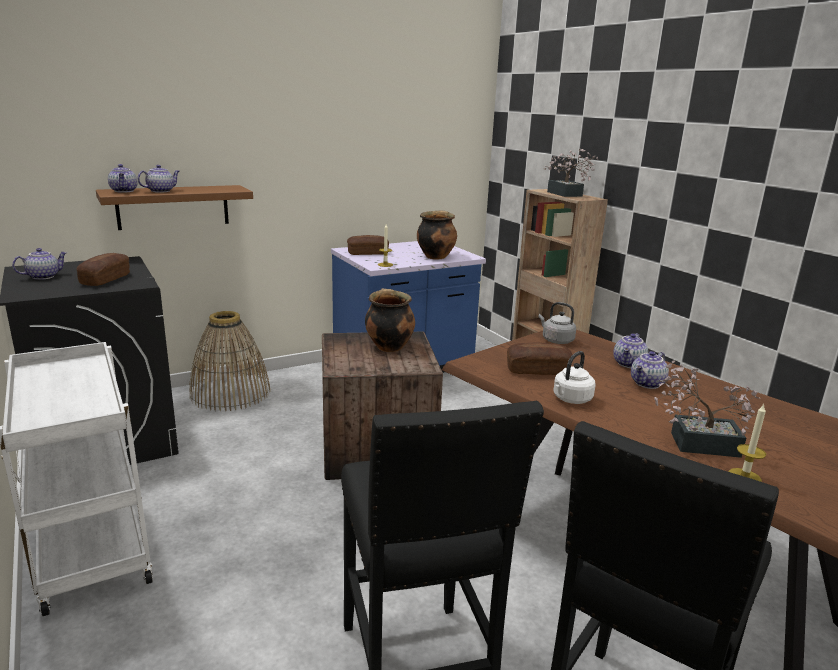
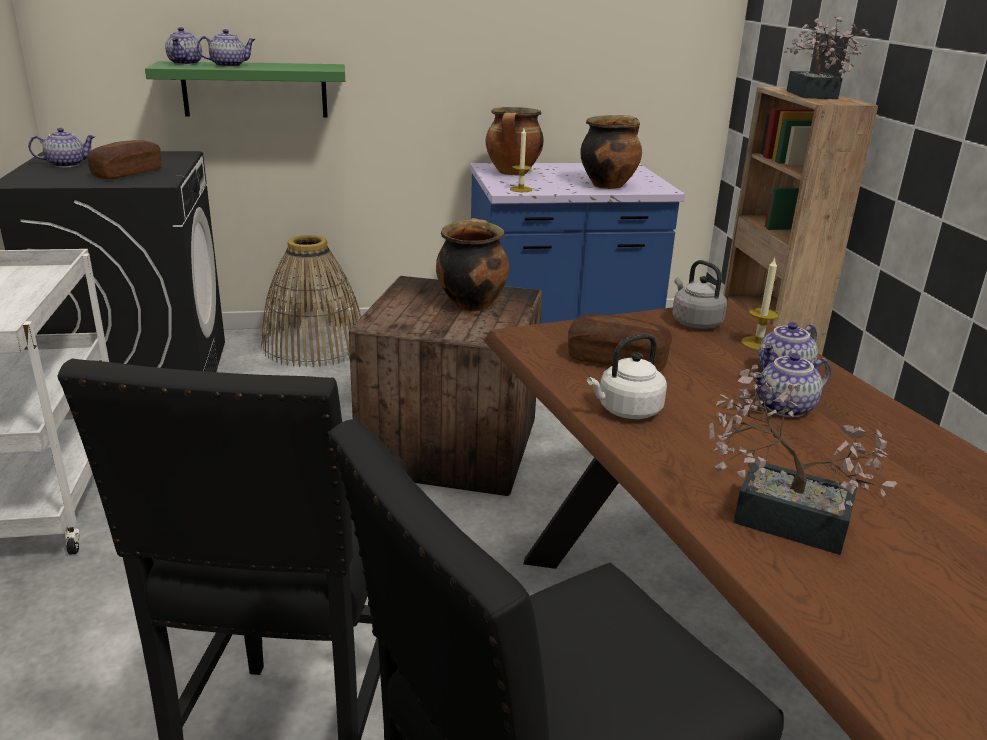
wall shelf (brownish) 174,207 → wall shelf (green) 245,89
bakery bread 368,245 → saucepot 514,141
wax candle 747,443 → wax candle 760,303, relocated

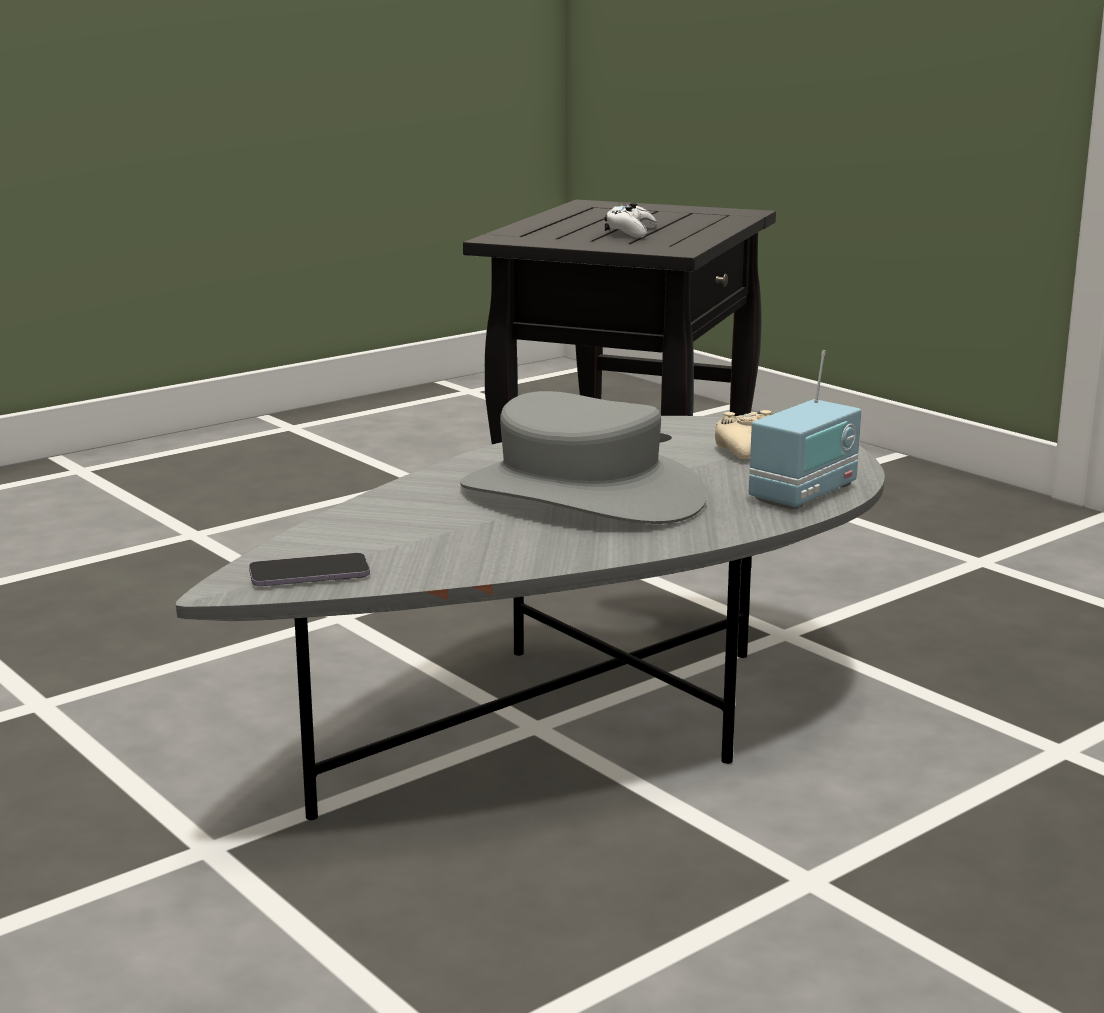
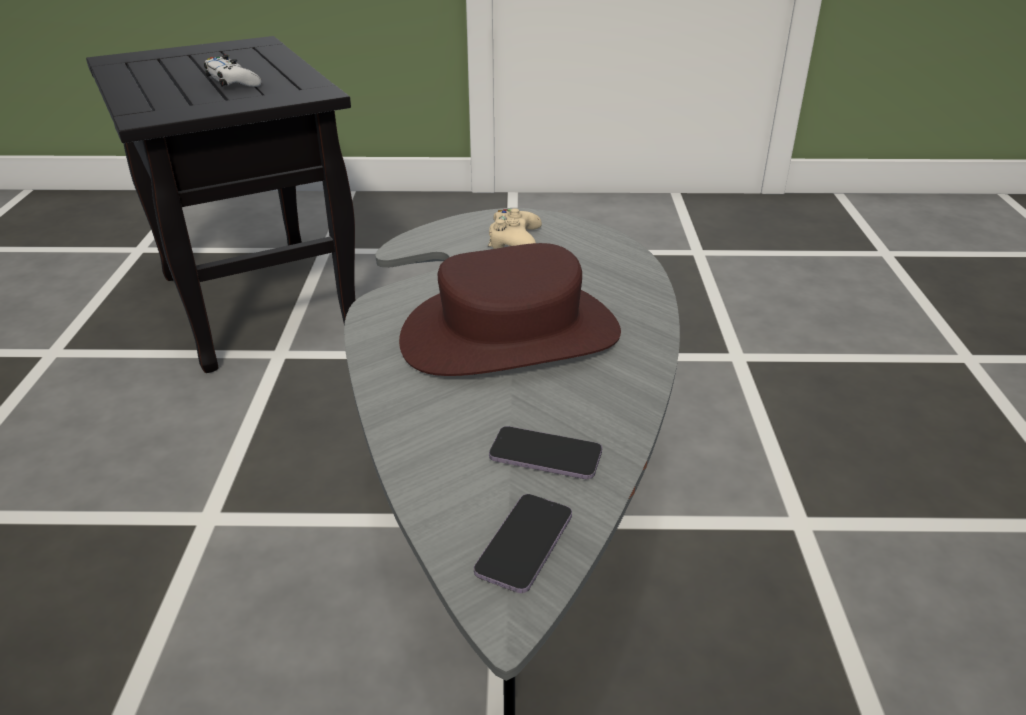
wearable hat (greyish) 583,457 → wearable hat (brownish) 510,309
radio receiver 805,429 → -
- → handset 545,452

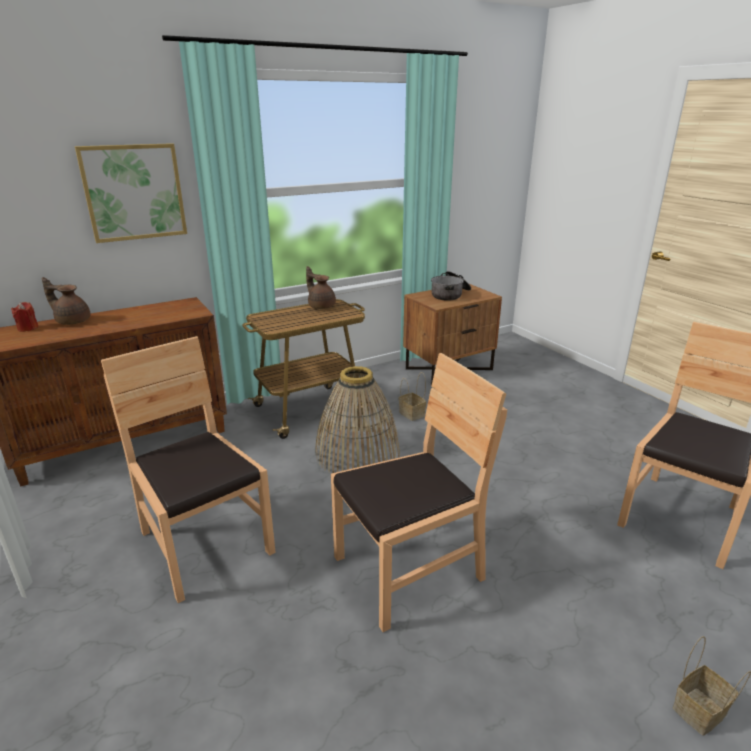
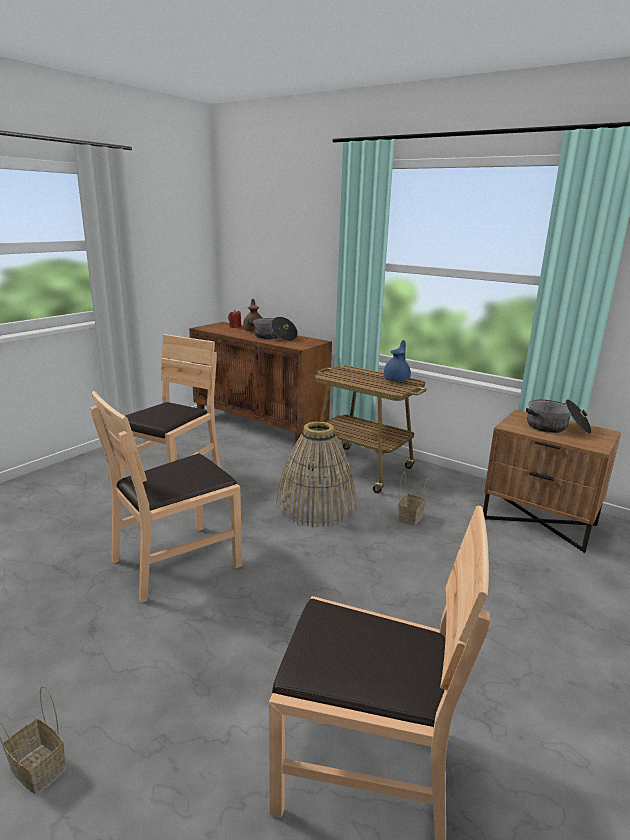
picture 131,193 → -
tea pot (brownish) 321,287 → tea pot (bluish) 397,360
upright chair (brownish) 419,492 → upright chair (brownish) 166,497, 105 degrees clockwise
- → saucepot 272,329

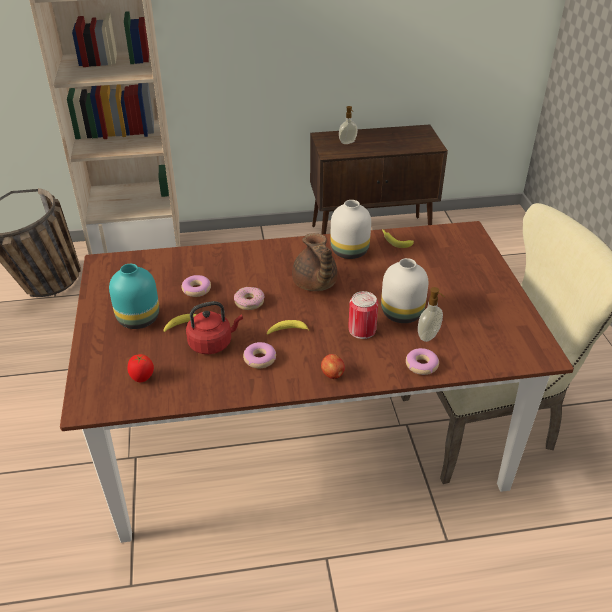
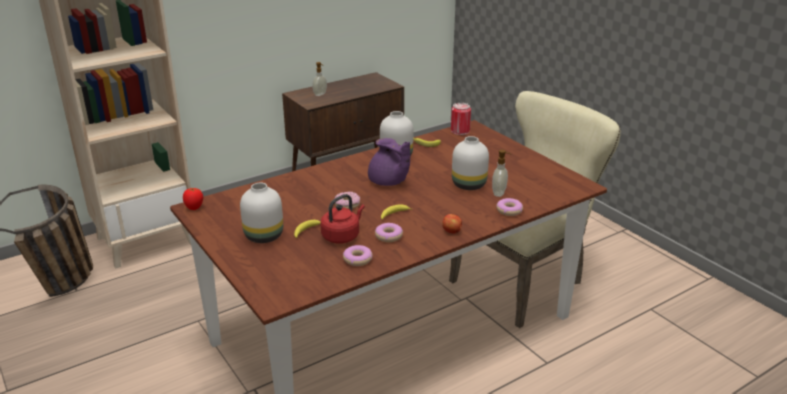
decorative vase (blue-green) 134,296 → decorative vase (whitish) 261,212
tomato 140,368 → tomato 193,198, relocated
ring doughnut 196,286 → ring doughnut 357,255, relocated
tea pot (brownish) 314,262 → tea pot (purple-coloured) 389,162
can 363,315 → can 461,119, relocated

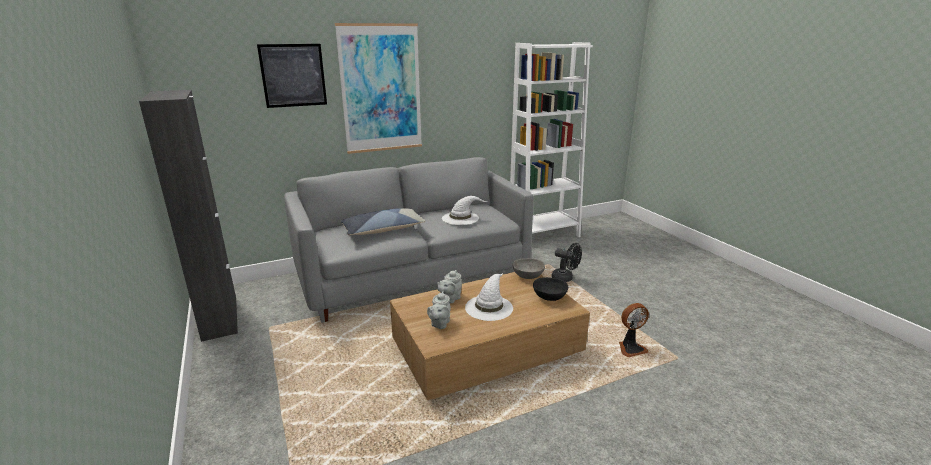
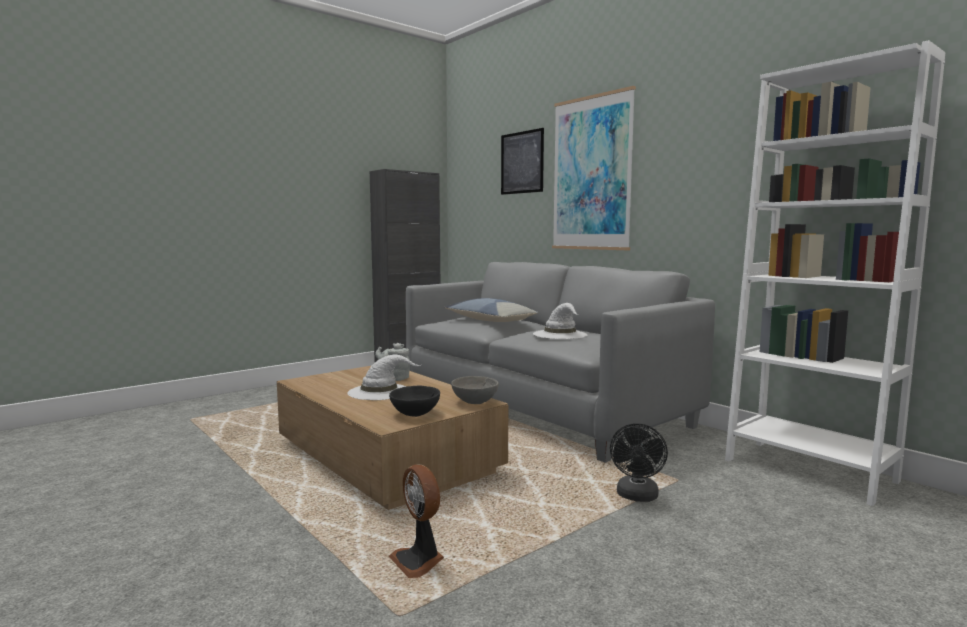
tea pot (greyish) 439,310 → -

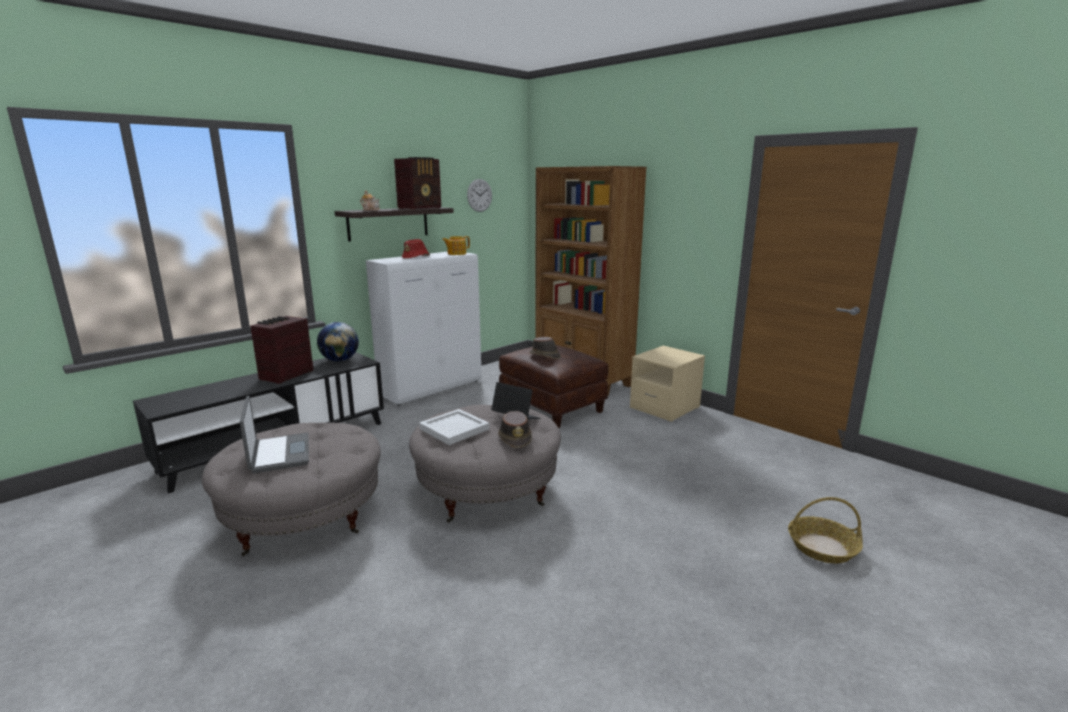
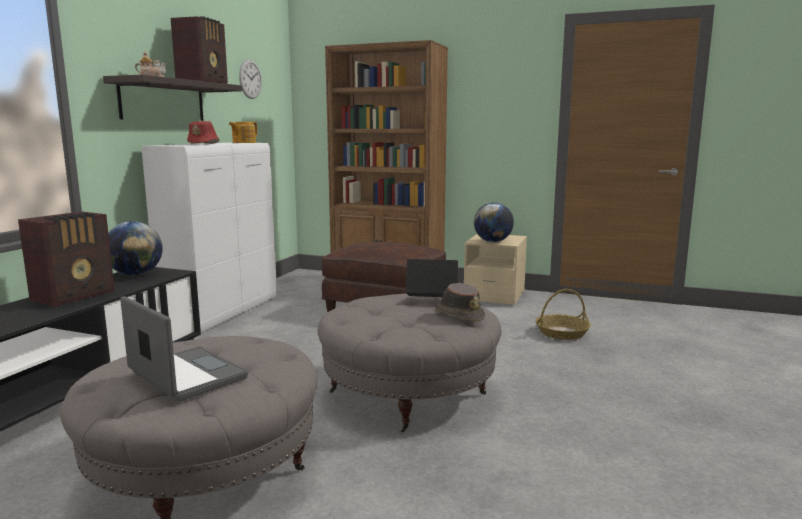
radio receiver 282,350 → radio receiver 66,259, 150 degrees counterclockwise
carrying tray (whitish) 454,427 → -
wearable hat (brownish) 545,348 → -
basket 825,530 → basket 563,314, relocated
- → globe 494,222

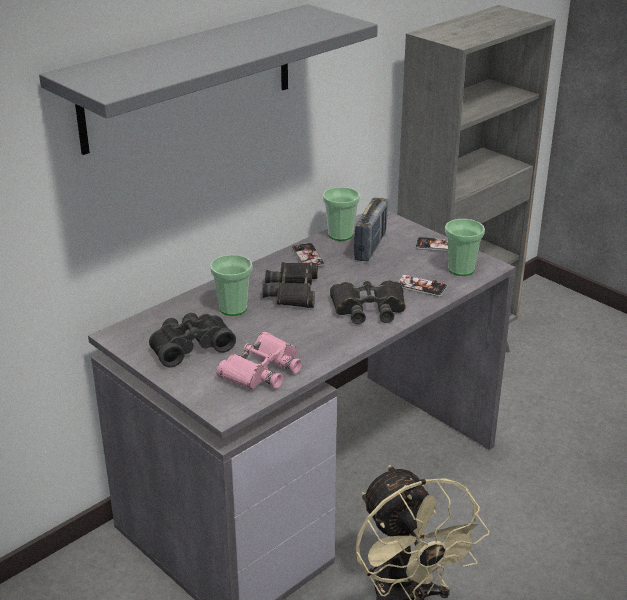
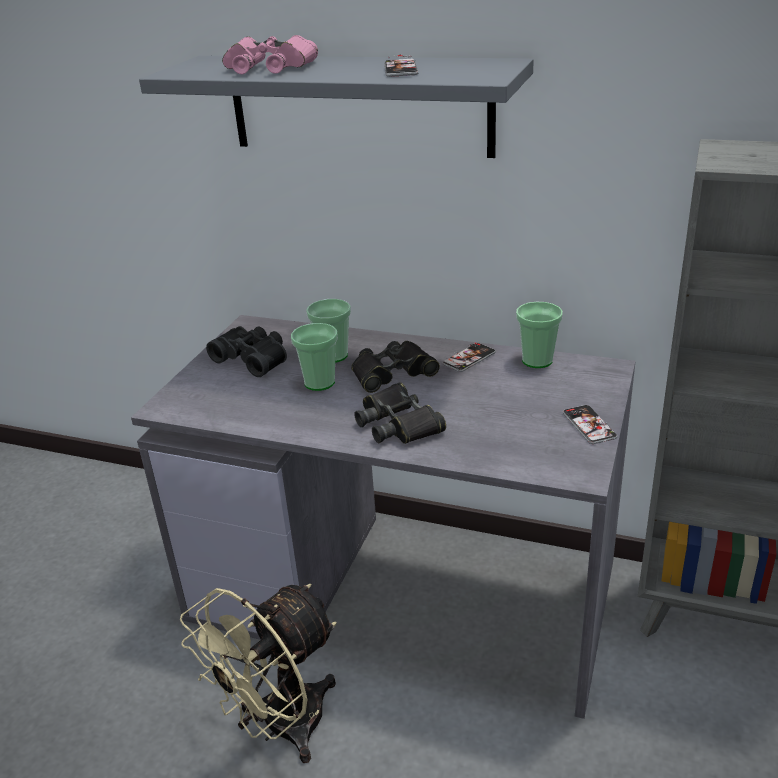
pair of binoculars (pink) 259,360 → pair of binoculars (pink) 270,54, relocated
radio receiver 371,229 → -
handset 422,286 → handset 401,66, relocated
cup 465,247 → cup 314,357, relocated

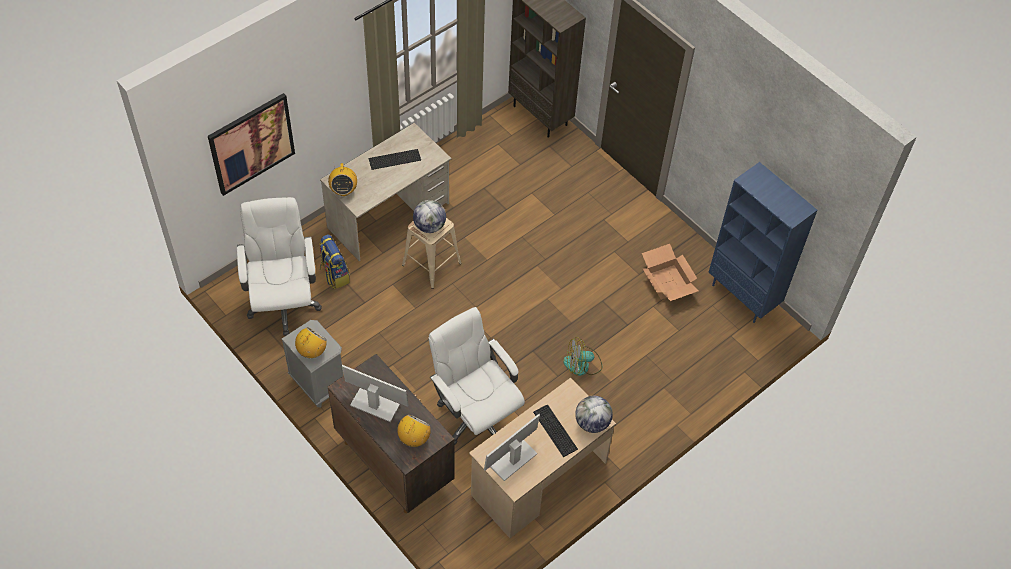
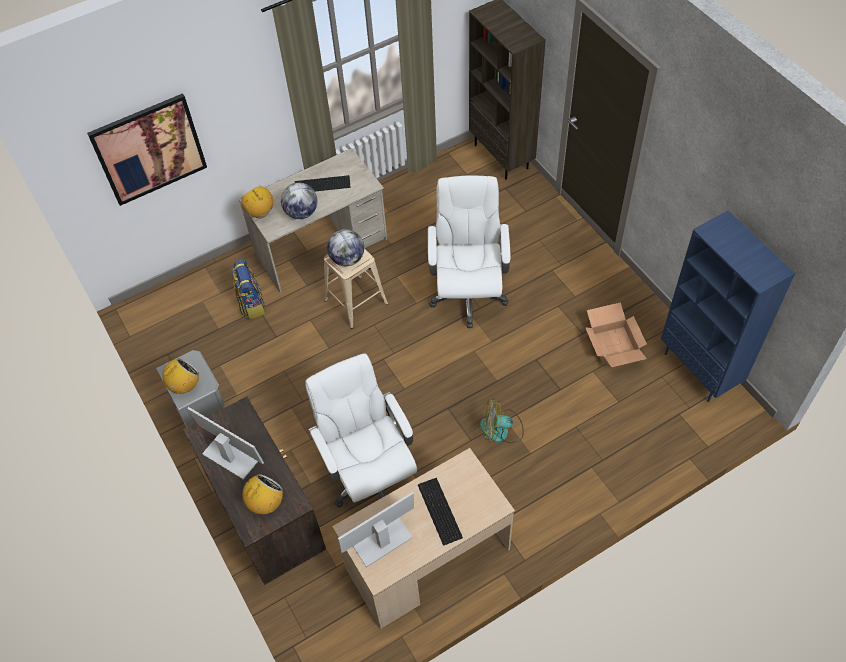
office chair (whitish) 279,266 → office chair (whitish) 469,251, relocated
radio receiver 342,179 → radio receiver 257,202, 135 degrees clockwise
globe 594,414 → globe 299,201, relocated

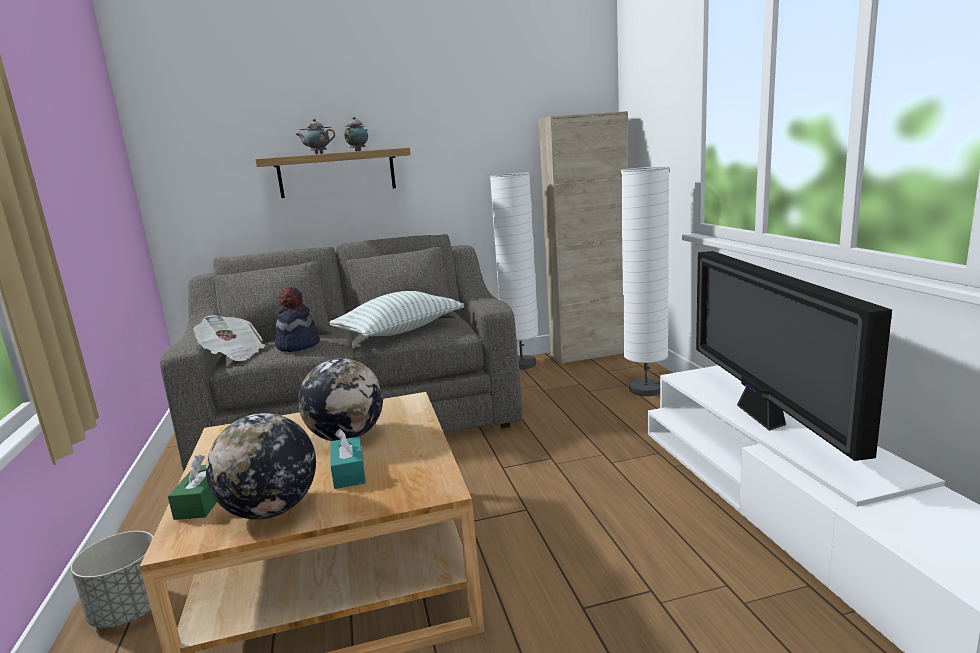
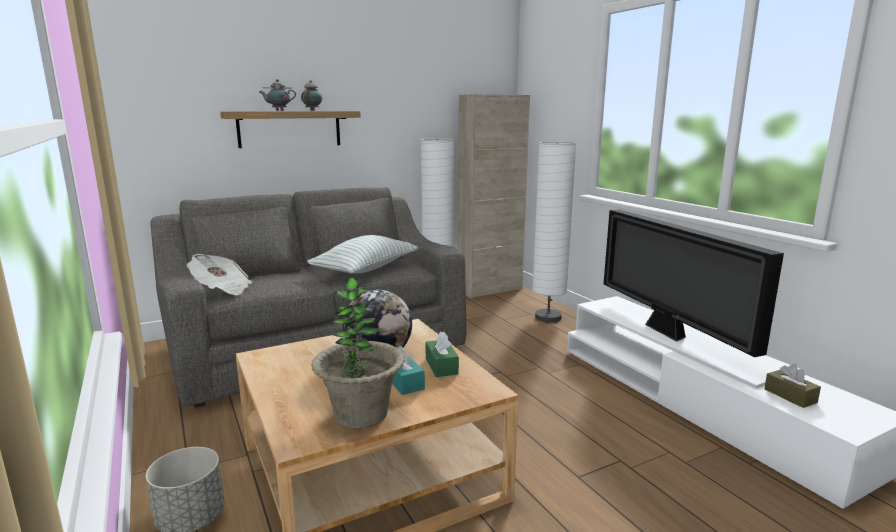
tissue holder (green) 192,487 → tissue holder (green) 442,354, relocated
globe 261,466 → plant in a pot 358,353
wearable hat 297,319 → -
- → tissue holder (brownish) 792,386

